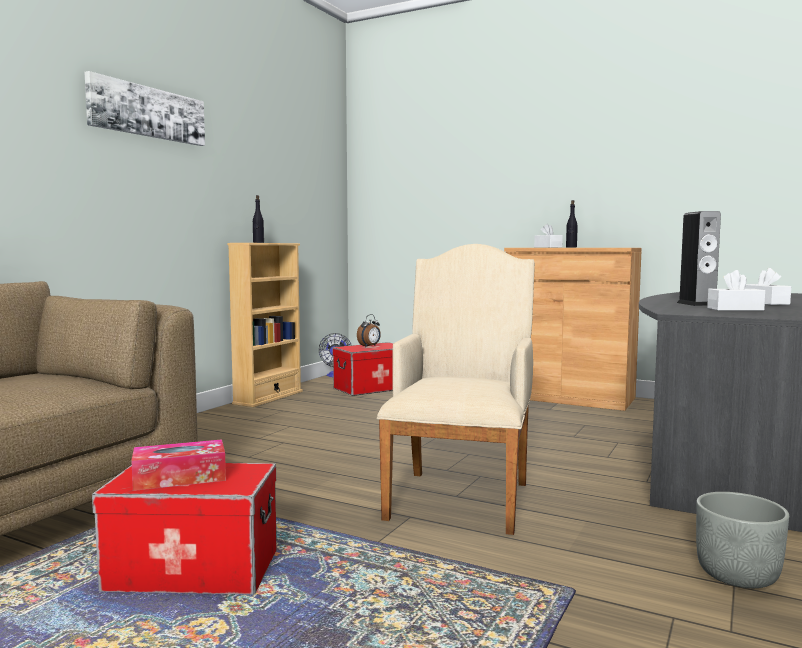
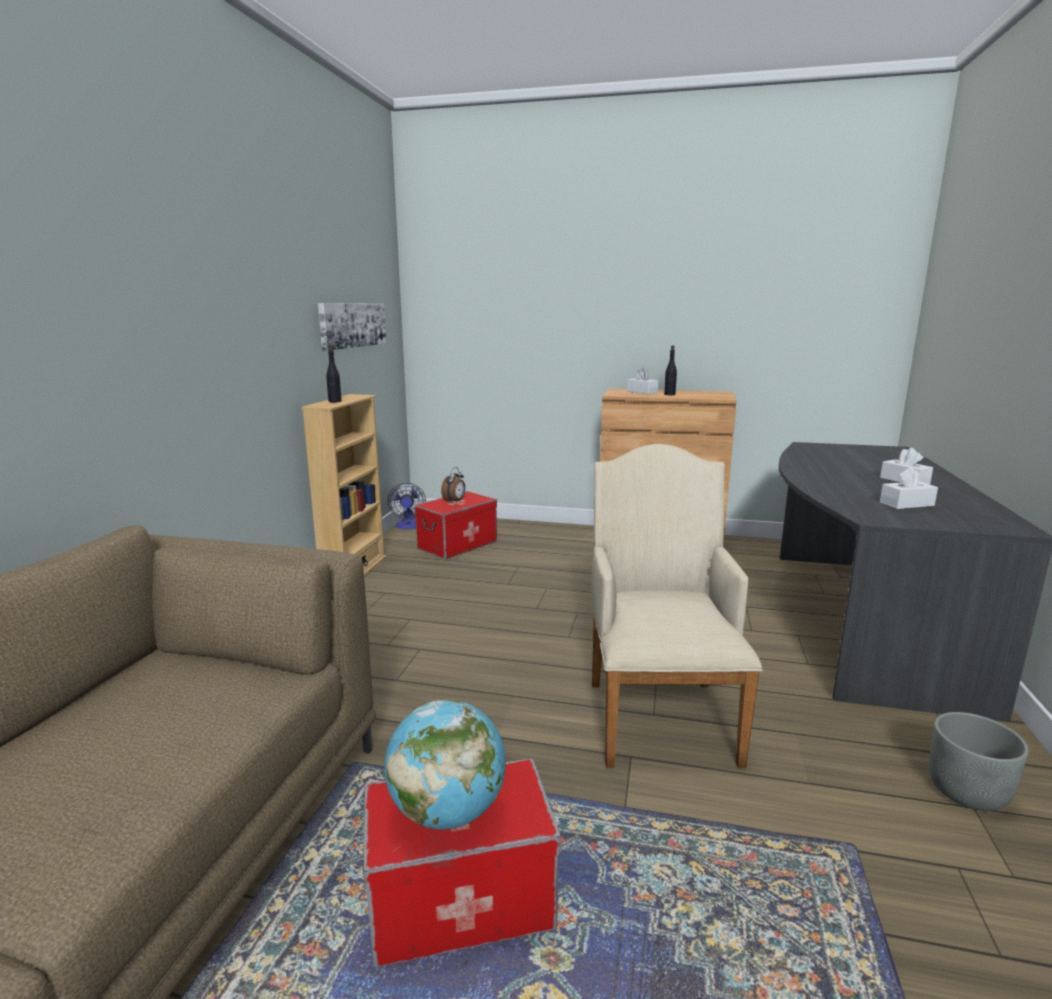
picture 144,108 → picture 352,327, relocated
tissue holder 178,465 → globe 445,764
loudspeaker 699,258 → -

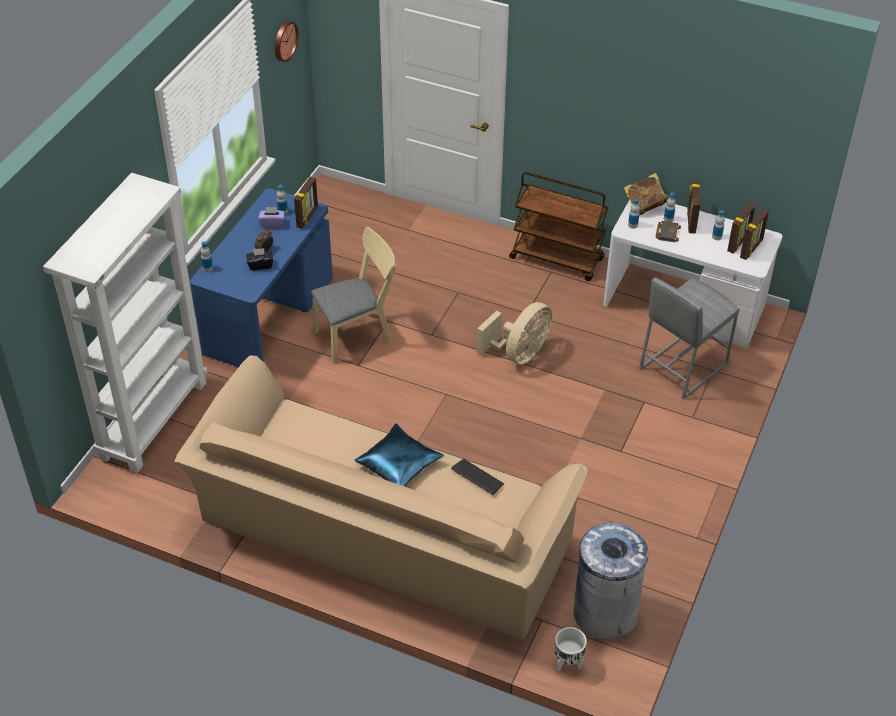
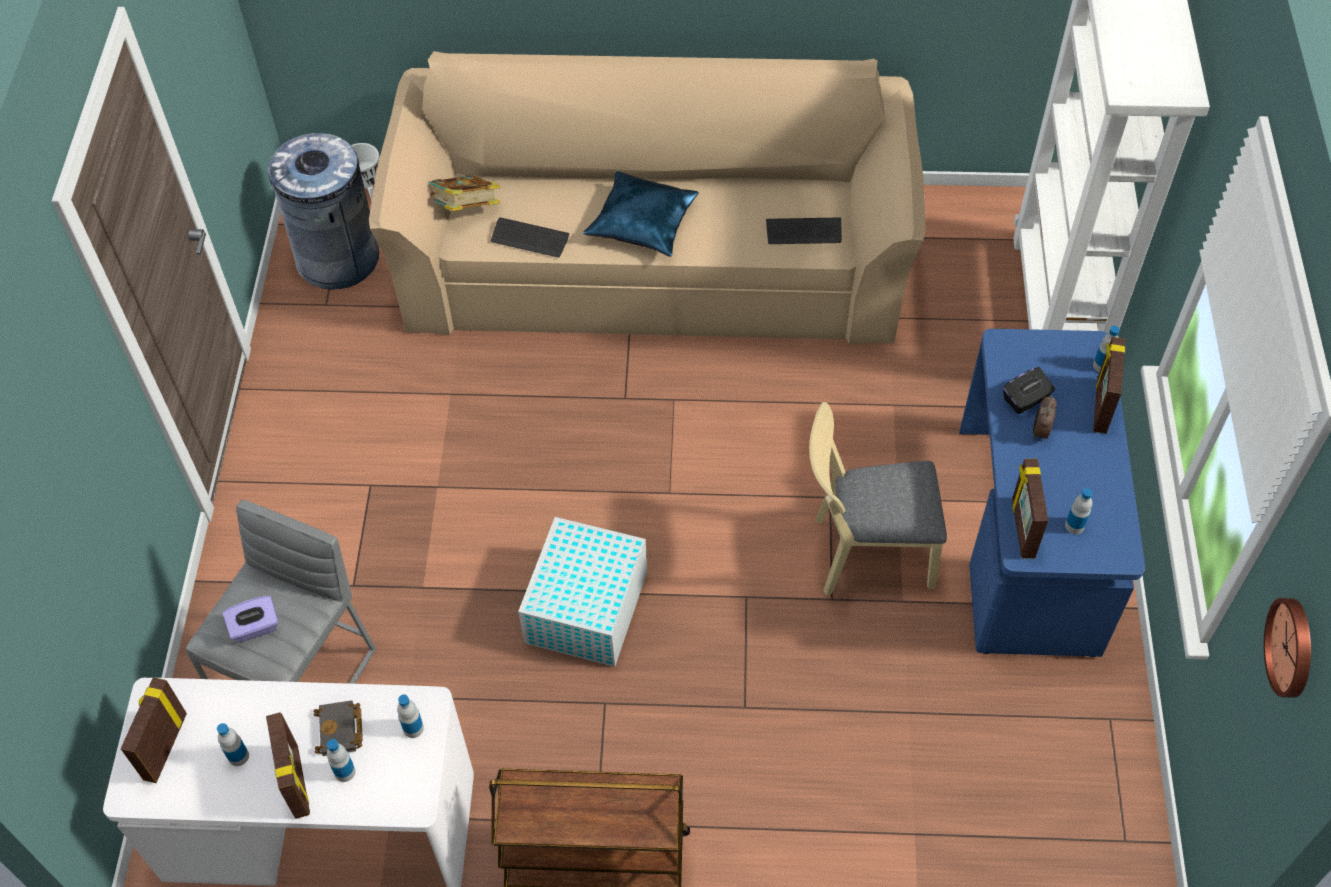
tissue holder (purple-coloured) 271,217 → tissue holder (purple-coloured) 250,619, relocated
upright chair (beige-coloured) 353,295 → upright chair (beige-coloured) 878,499, 45 degrees clockwise
fan (beige-coloured) 514,333 → storage bin (whitish) 582,592
book 647,194 → book 464,193, relocated
standing frame 741,228 → standing frame 1109,385, relocated
- → computer keyboard 804,230

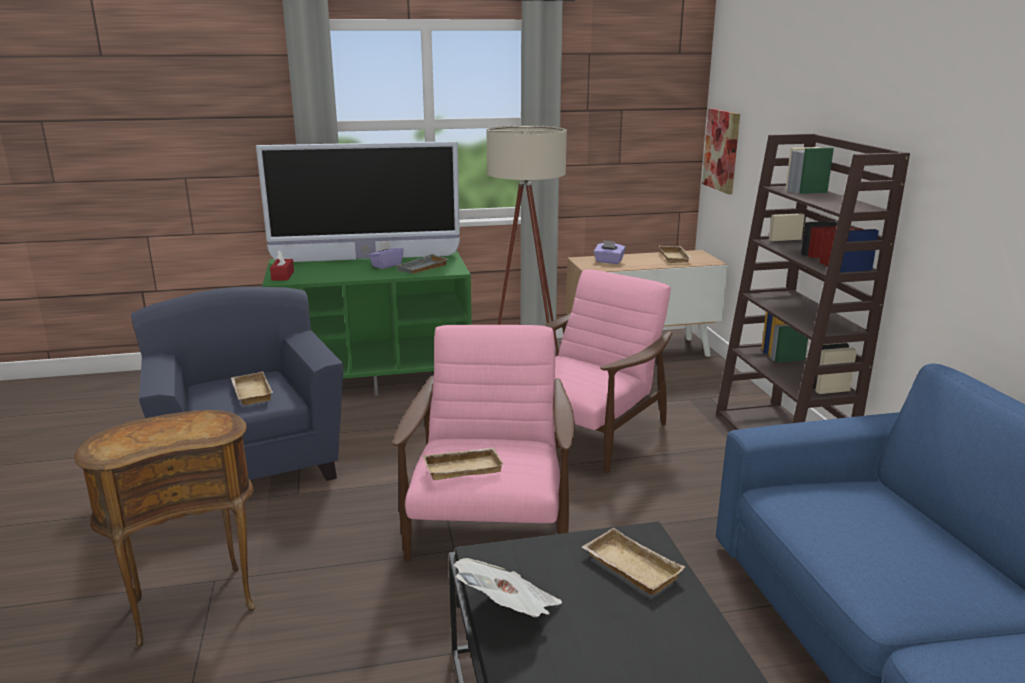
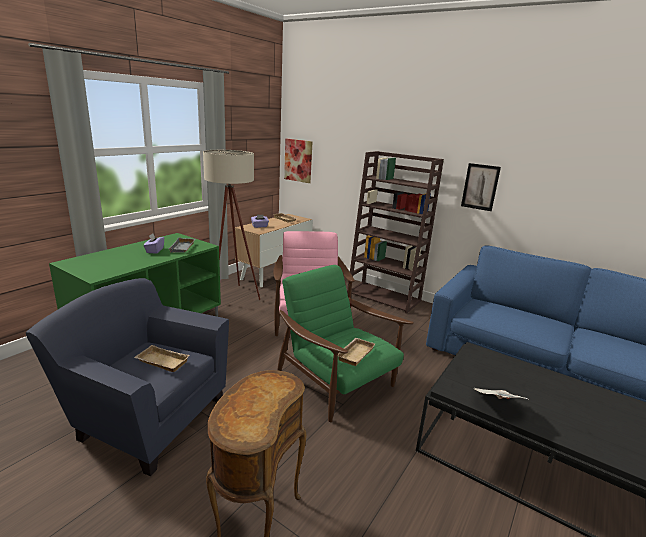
TV 358,201 → -
tissue holder (red-coloured) 282,265 → -
armchair (pink) 483,443 → armchair (green) 345,343
carrying tray (beige-coloured) 633,561 → -
- → picture 481,187

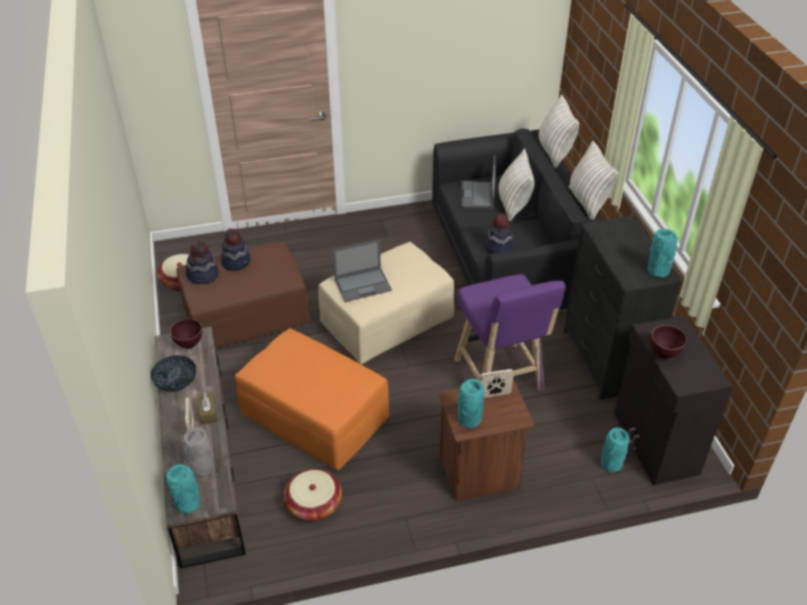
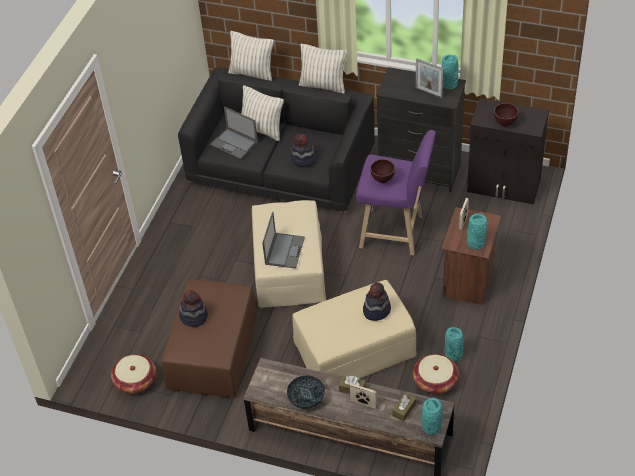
deep dish (brownish) 186,334 → deep dish (brownish) 382,171, relocated
decorative vase (greyish) 198,452 → tissue holder (brownish) 404,407
wearable hat 202,262 → wearable hat 377,301, relocated
footrest (orange) 312,399 → footrest (beige-coloured) 354,329
decorative vase (blue-green) 615,450 → decorative vase (blue-green) 454,344, relocated
- → standing frame 430,78

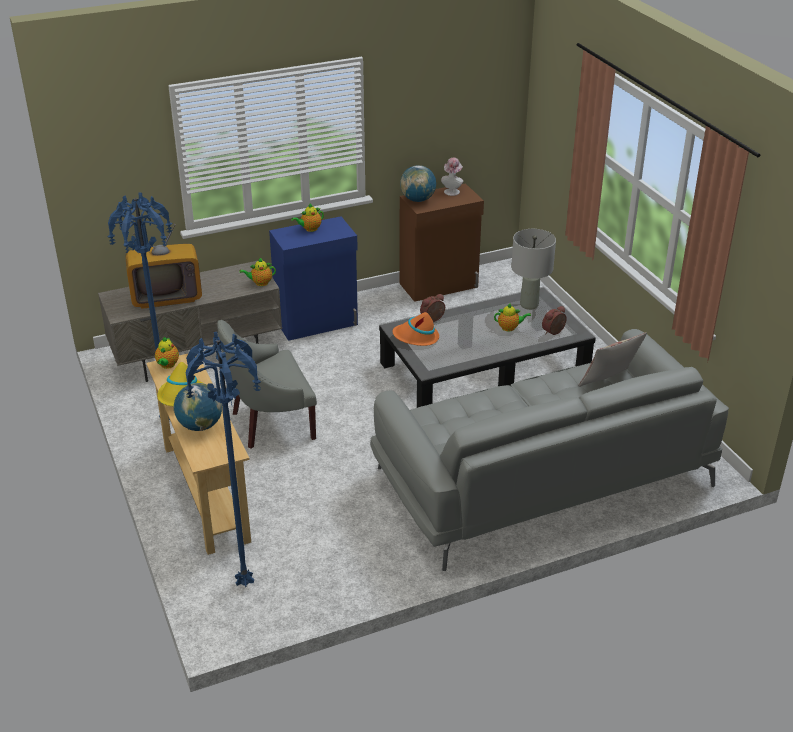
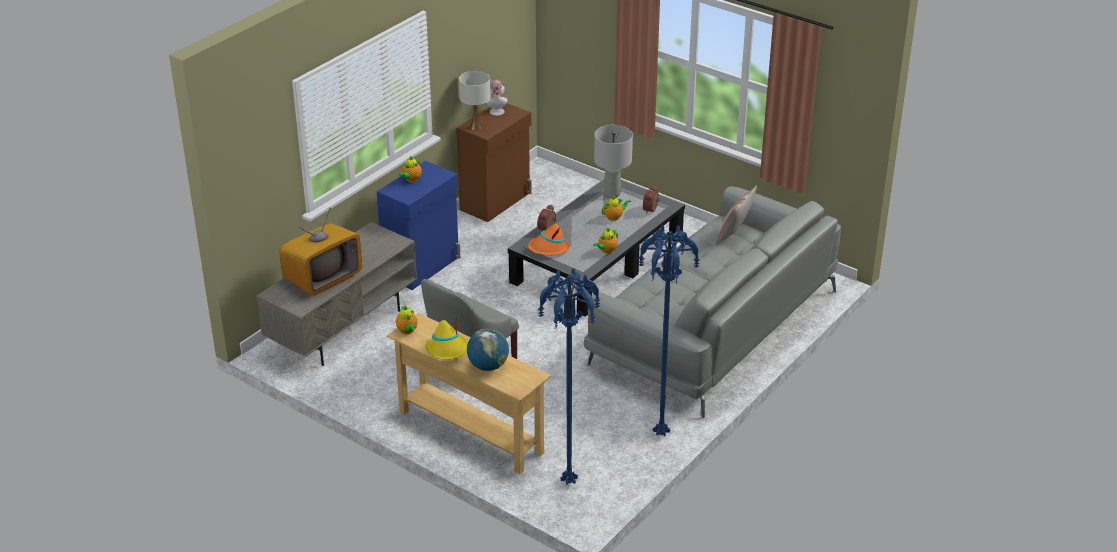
standing lamp (bluish) 140,306 → standing lamp (bluish) 669,330, relocated
tea pot 257,271 → tea pot 605,241, relocated
globe 418,183 → lamp for a table (whitish) 475,100

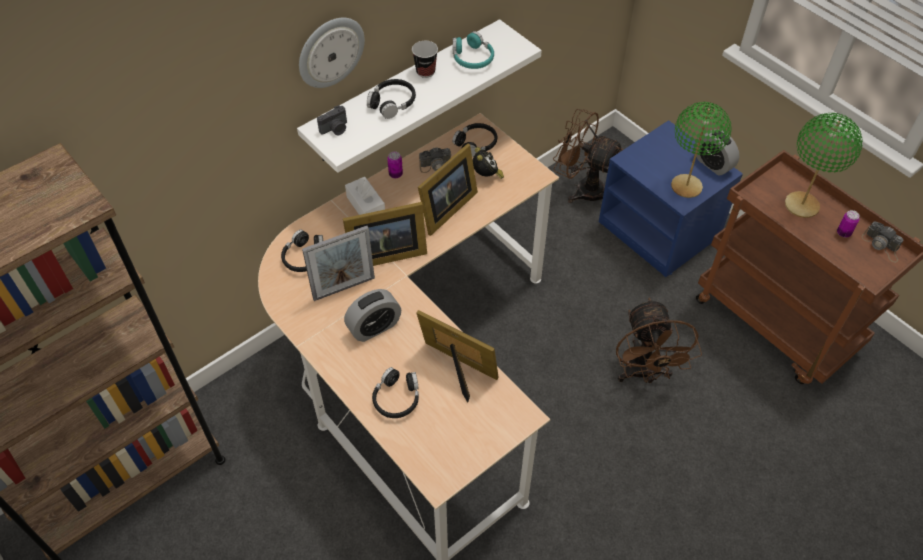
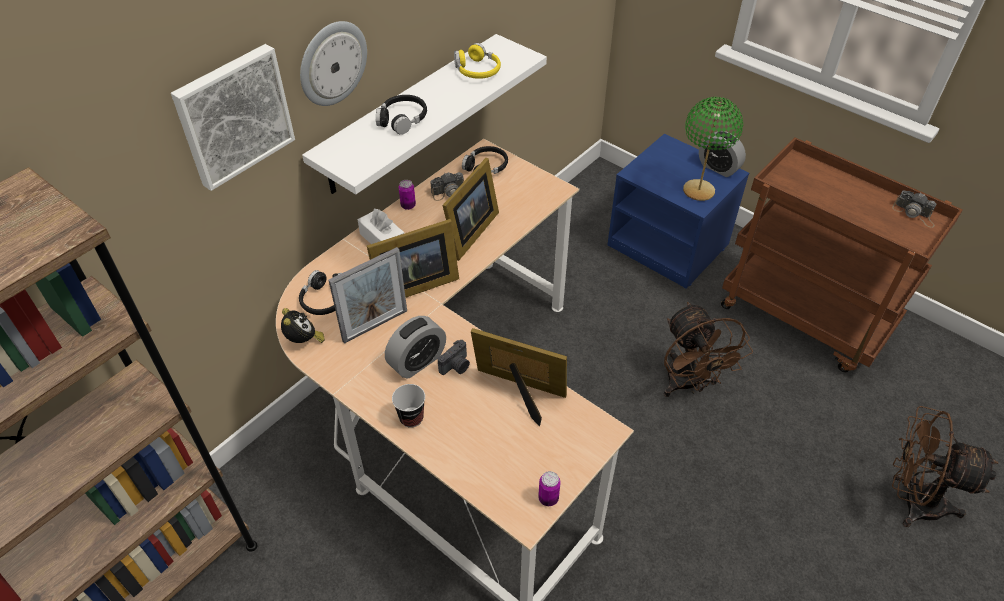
photo camera 332,120 → photo camera 454,357, relocated
pair of headphones (black) 395,392 → -
cup 425,59 → cup 408,406, relocated
pair of headphones (blue-green) 473,50 → pair of headphones (yellowish) 477,61
bedside clock 488,163 → bedside clock 303,325, relocated
fan (brownish) 588,156 → fan (brownish) 945,466, relocated
lamp for a table (green) 824,165 → -
can 848,224 → can 549,488, relocated
- → picture 233,117

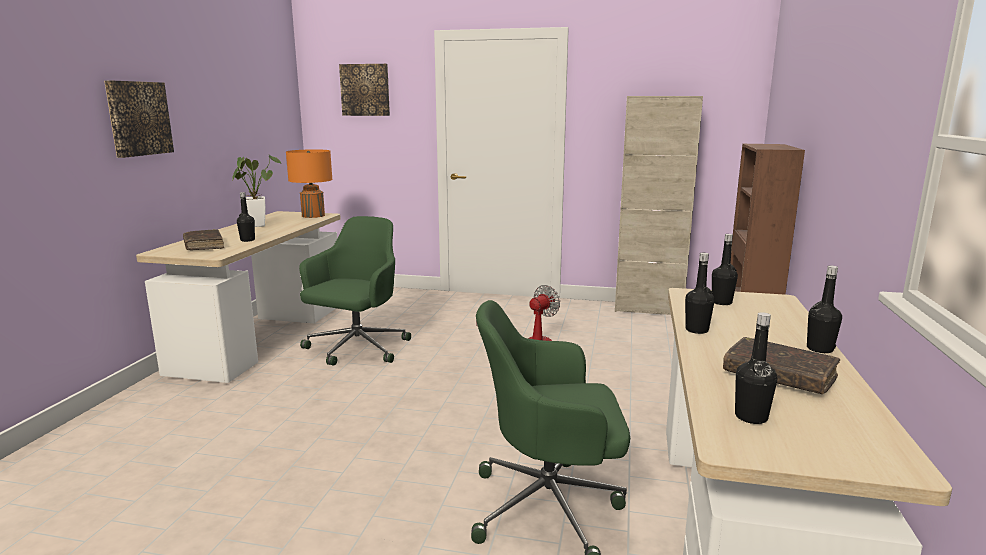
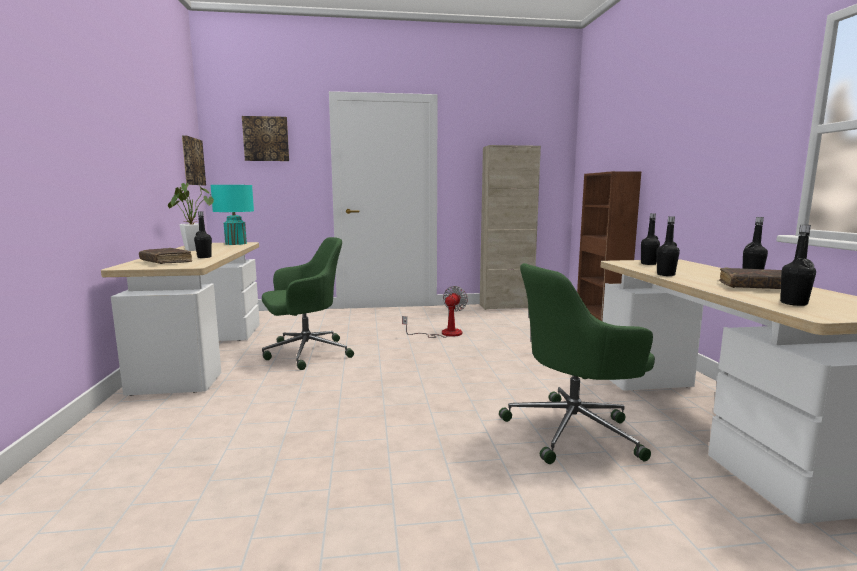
picture 139,119 → picture 194,160, relocated
lamp for a table (orange) 309,183 → lamp for a table (blue-green) 232,215
office chair (green) 355,291 → office chair (green) 308,303, 60 degrees clockwise

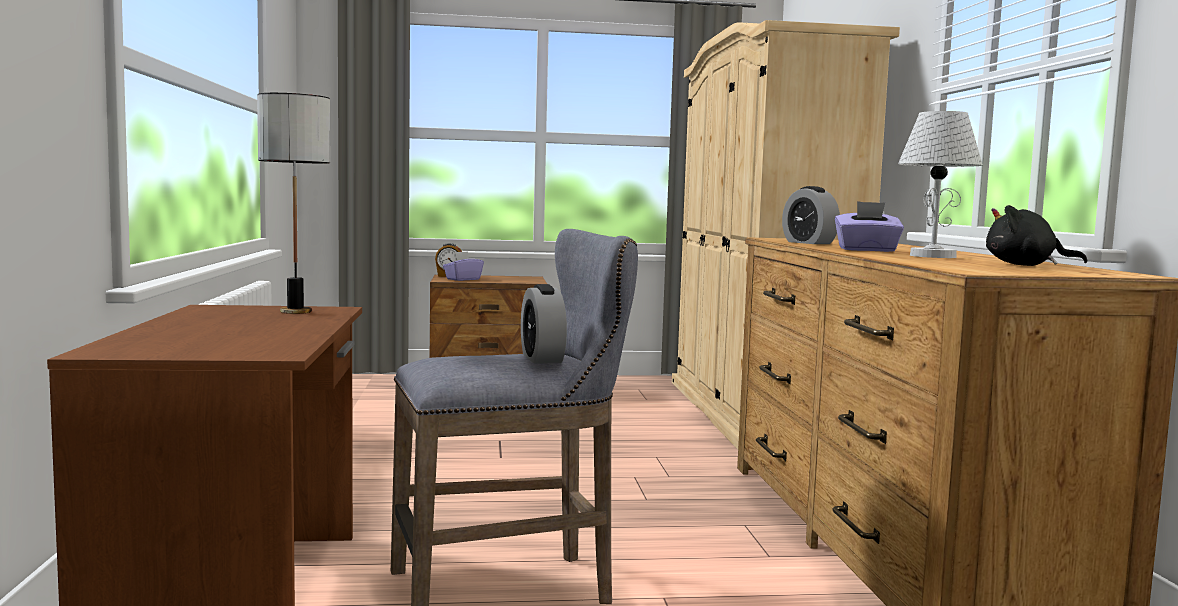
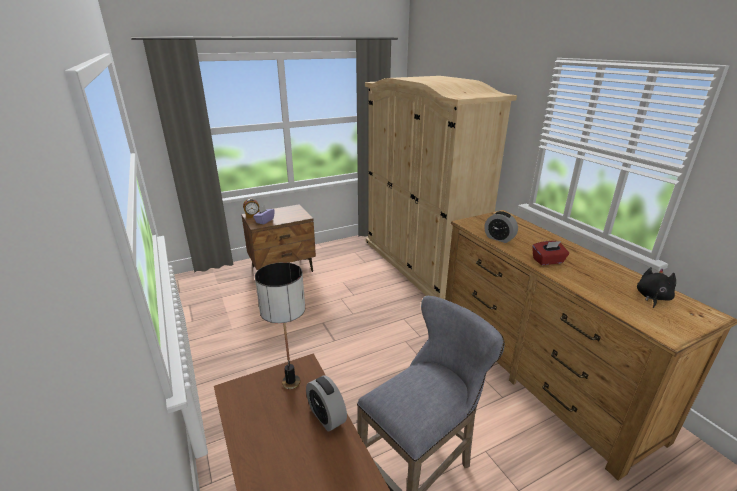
bedside clock 544,324 → bedside clock 326,403, relocated
tissue holder (purple-coloured) 869,226 → tissue holder (red-coloured) 550,253
lamp for a table (whitish) 940,184 → -
soft toy (black) 1037,235 → soft toy (black) 656,287, 120 degrees clockwise

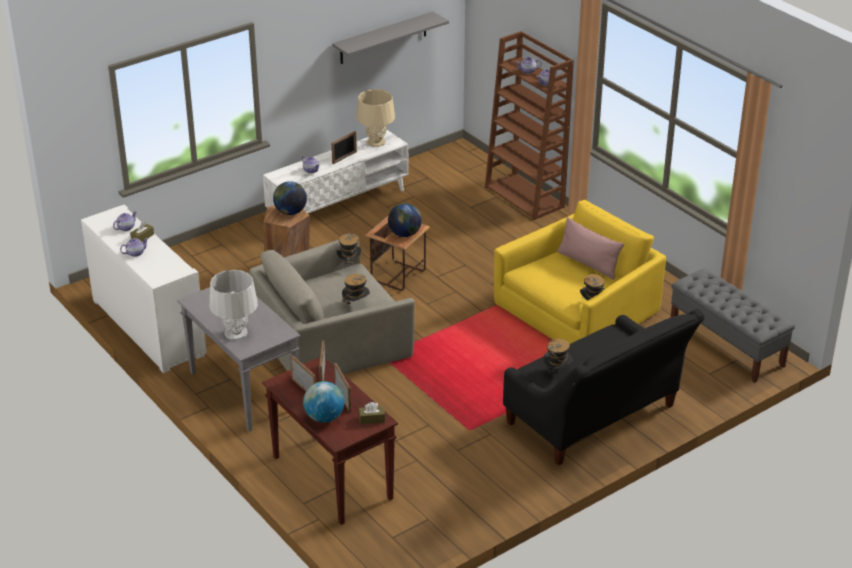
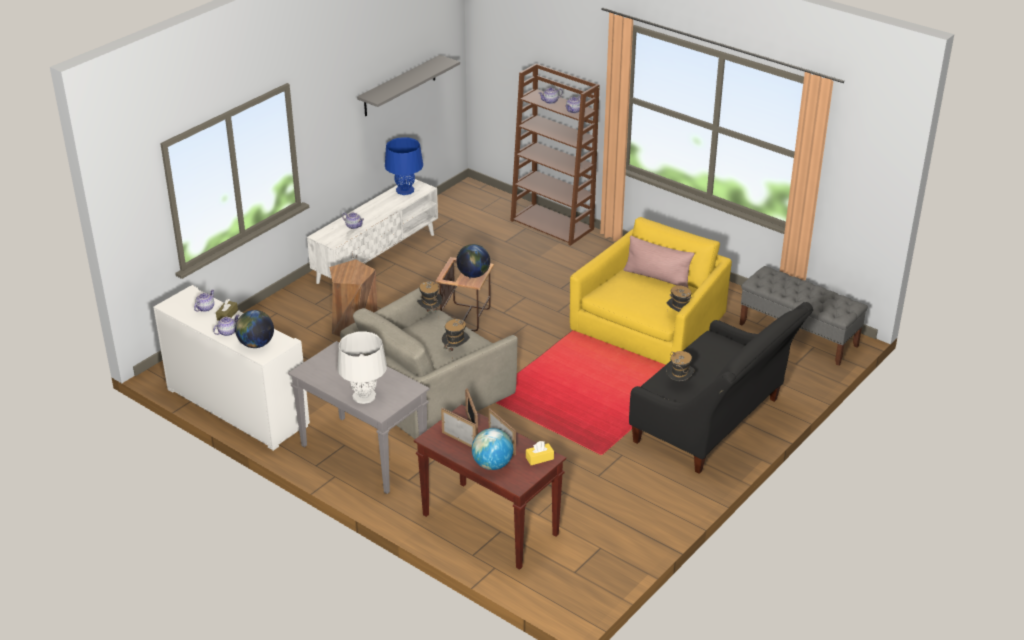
globe 290,198 → globe 254,329, relocated
standing frame 344,147 → -
lamp for a table (beige-coloured) 375,118 → lamp for a table (bluish) 404,166
tissue holder (brownish) 372,413 → tissue holder (yellowish) 540,453

